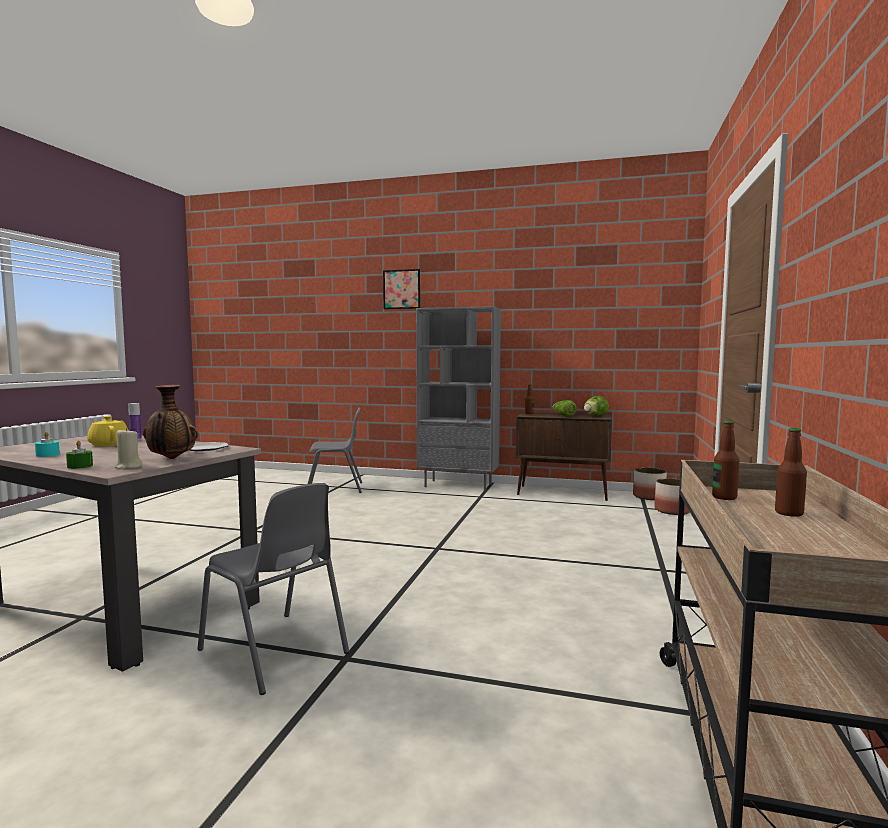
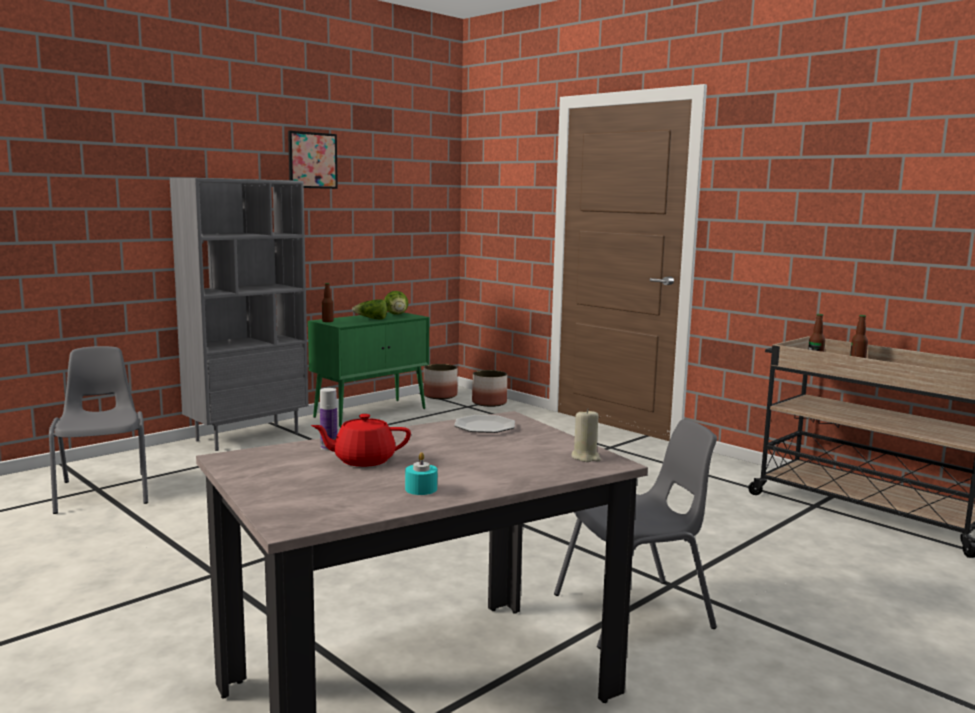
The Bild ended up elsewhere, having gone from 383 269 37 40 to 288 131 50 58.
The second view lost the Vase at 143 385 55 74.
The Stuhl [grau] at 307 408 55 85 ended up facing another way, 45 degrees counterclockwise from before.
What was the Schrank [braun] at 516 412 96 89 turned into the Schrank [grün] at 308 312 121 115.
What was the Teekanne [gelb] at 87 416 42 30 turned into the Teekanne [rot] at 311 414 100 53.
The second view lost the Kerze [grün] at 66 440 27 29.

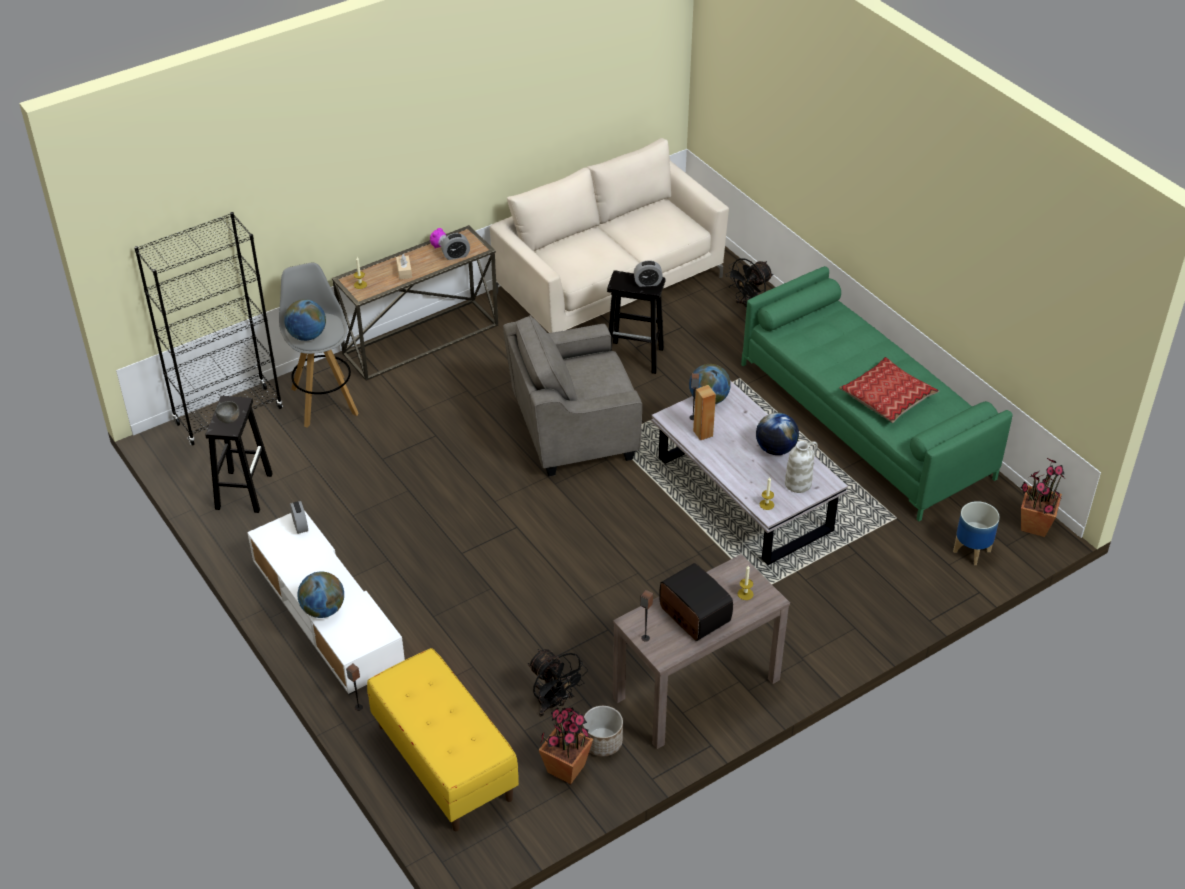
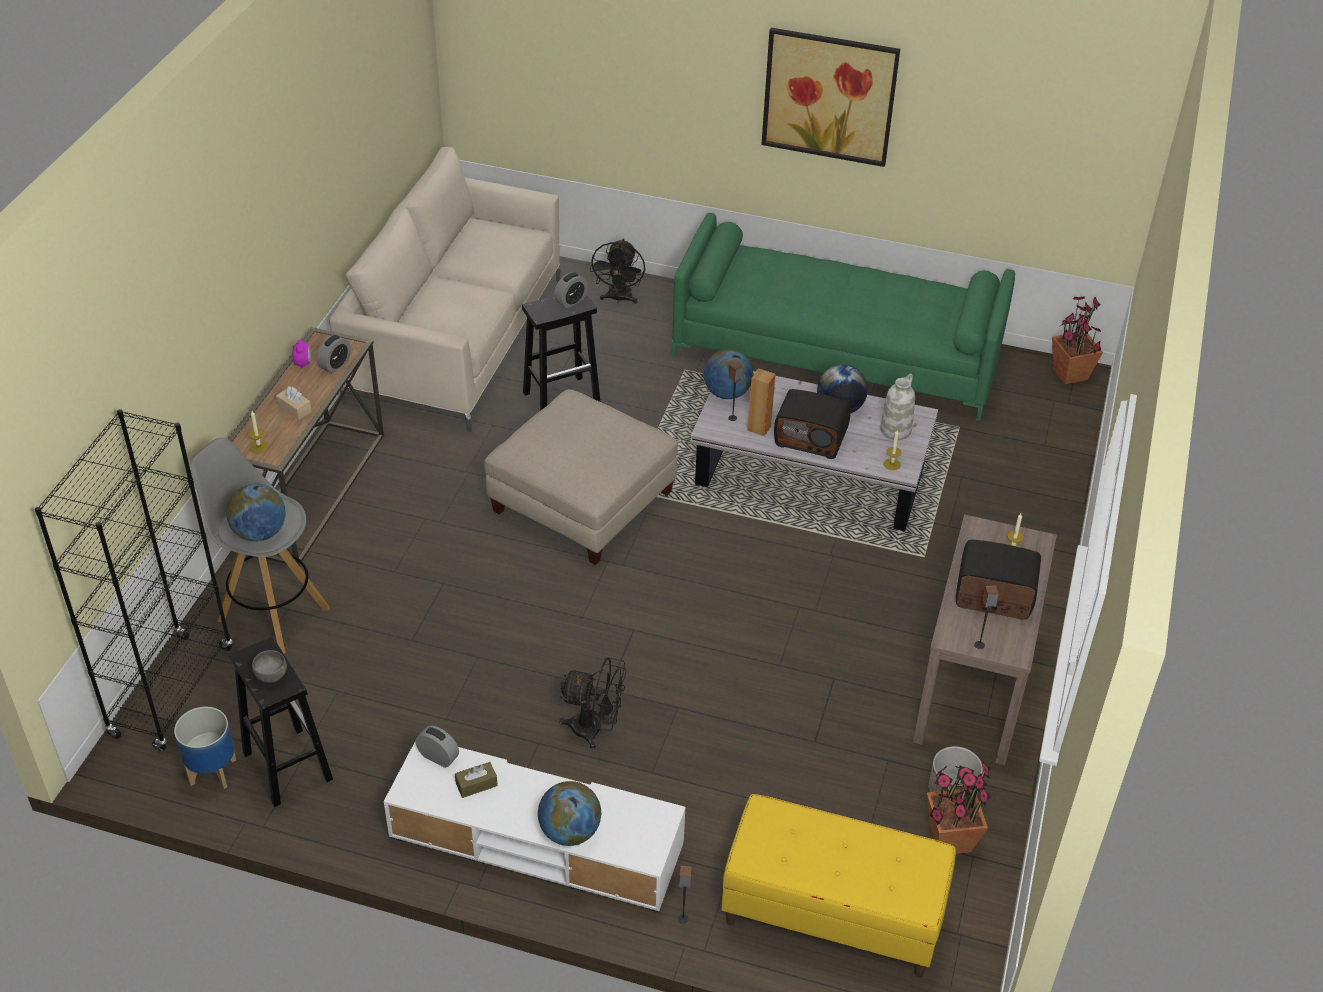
Where the Sessel [grau] stood at 503 315 139 162, the Polsterhocker [beige] came to stand at 484 389 194 176.
The second view lost the Kissen at 839 357 100 66.
The Pflanzkübel ended up elsewhere, having gone from 953 501 47 64 to 174 707 62 82.
The Ventilator [schwarz] ended up elsewhere, having gone from 528 649 60 68 to 559 657 68 93.
The second view gained the Bild at 761 28 139 139.
The second view gained the Radio at 774 389 77 70.
The second view gained the Taschentuchbox [braun] at 455 762 43 36.

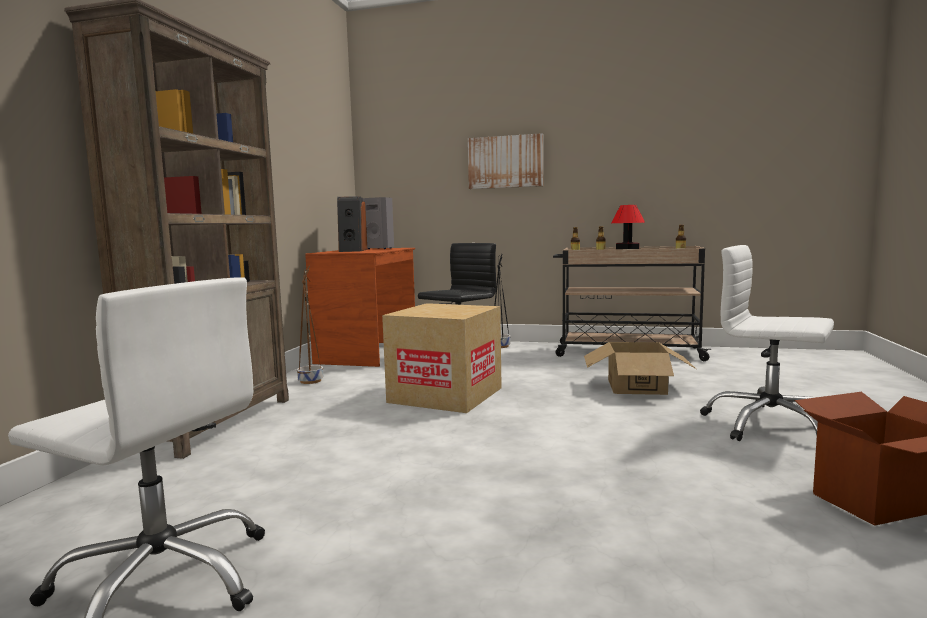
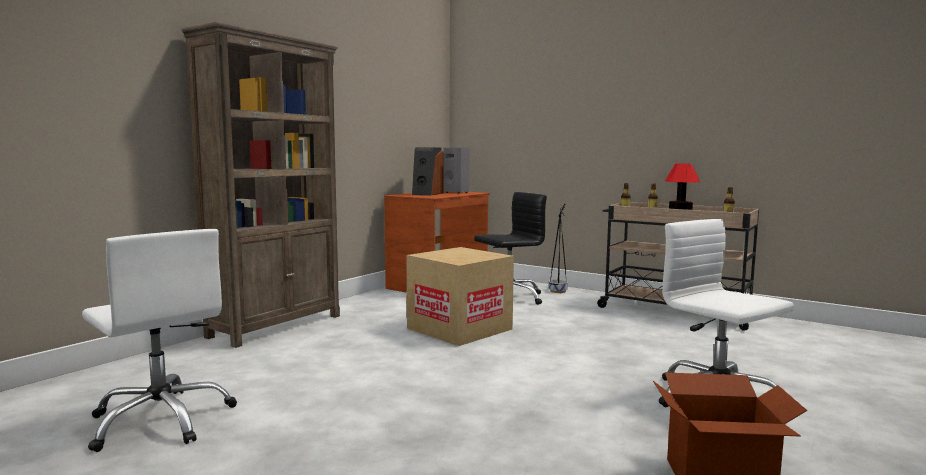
The second view lost the Bild at 468 133 75 56.
The second view lost the Pflanzkübel [braun] at 297 266 26 118.
The second view lost the Karton at 584 342 112 53.

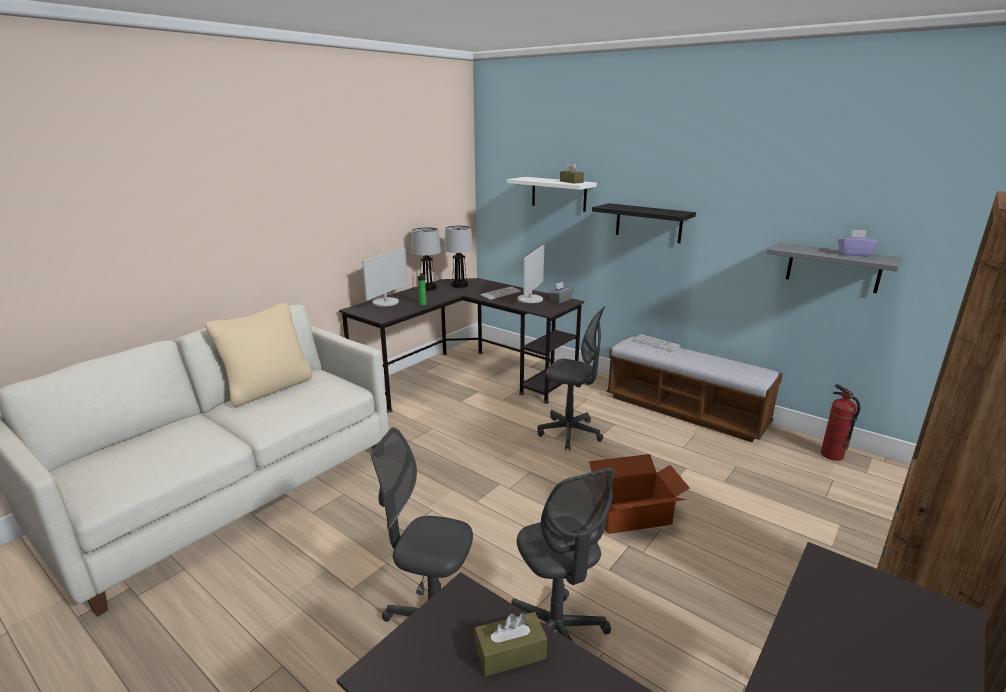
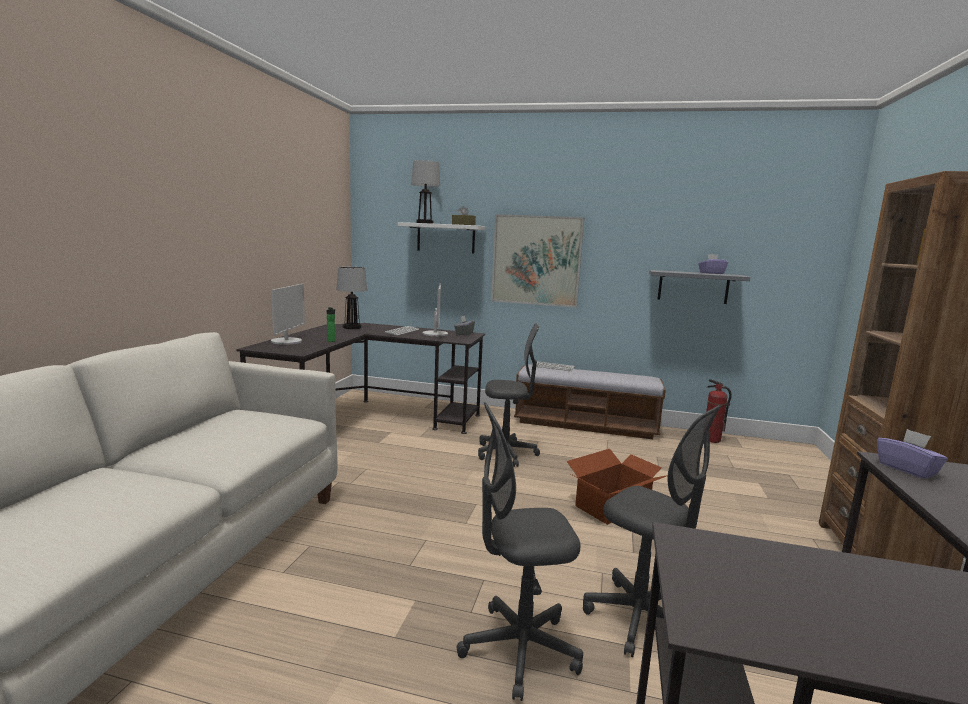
Where the Wandregal [schwarz] hung at 592 203 104 40, the Bild came to hang at 491 214 93 94.
The Tischlampe ended up elsewhere, having gone from 411 227 30 64 to 411 160 29 64.
The second view lost the Kissen [beige] at 205 303 107 104.
The second view lost the Taschentuchbox [braun] at 475 612 72 65.
The second view gained the Taschentuchbox [lila] at 877 429 71 50.

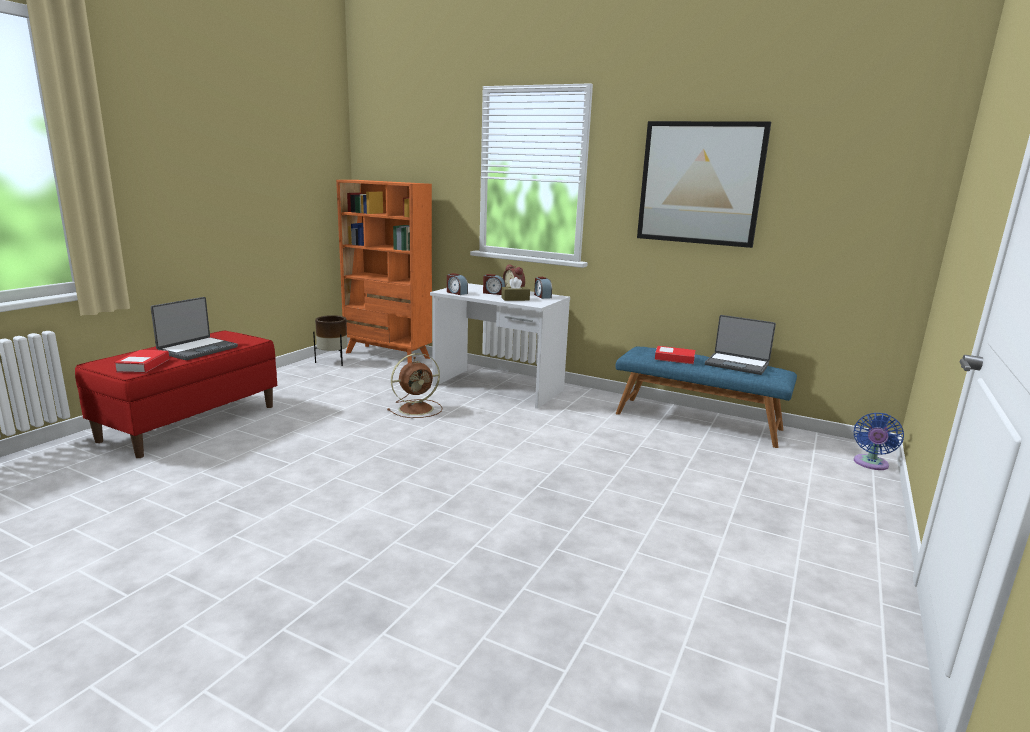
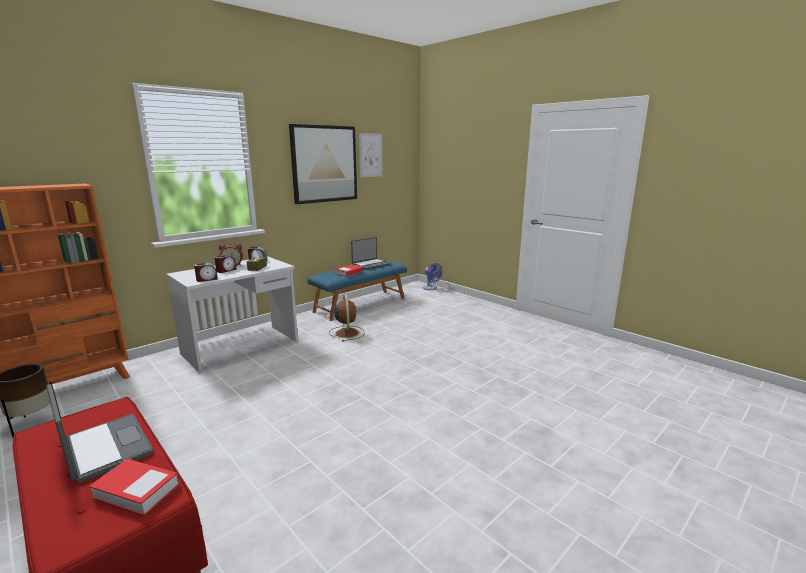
The Ventilator [braun] ended up elsewhere, having gone from 387 353 55 65 to 329 294 36 48.
The second view gained the Bild at 359 133 24 44.

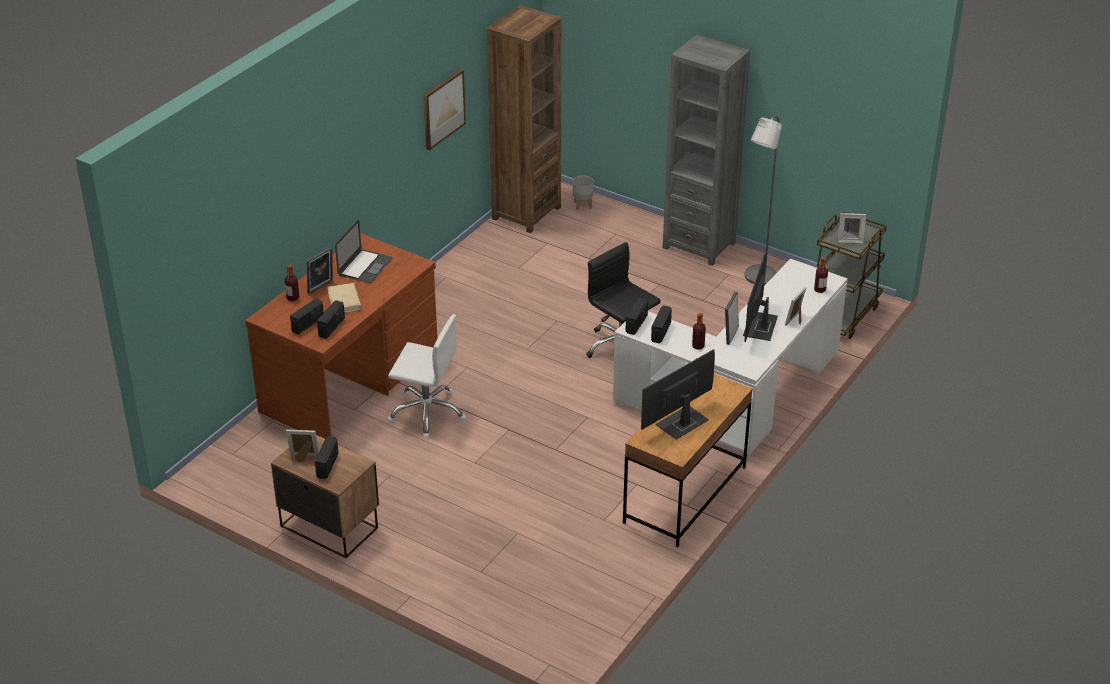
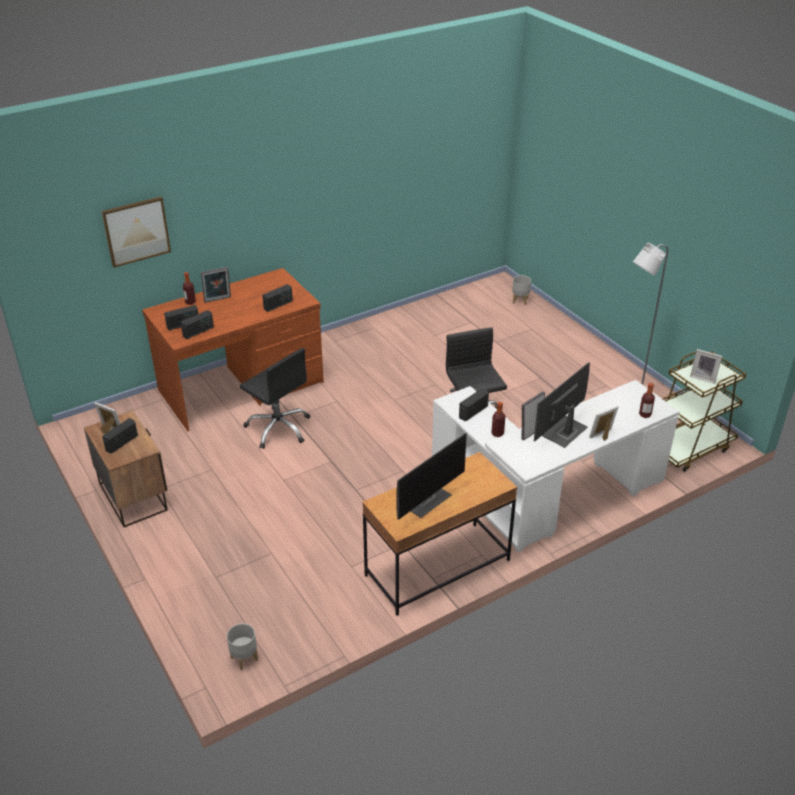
The second view lost the Bücherregal [braun] at 487 5 75 228.
The second view lost the Bücherregal [grau] at 663 35 87 231.
The Bild ended up elsewhere, having gone from 423 69 43 81 to 101 196 70 72.
The second view lost the Laptop at 335 220 58 63.
The second view lost the Buch [beige] at 327 283 35 30.
The Radio ended up elsewhere, having gone from 625 298 23 37 to 262 284 31 28.
What was the Bürostuhl [weiß] at 387 314 79 124 turned into the Bürostuhl [schwarz] at 240 348 70 101.
The Monitor at 641 349 74 90 ended up facing another way, 150 degrees clockwise from before.
The second view gained the Pflanzkübel [grau] at 227 624 31 46.

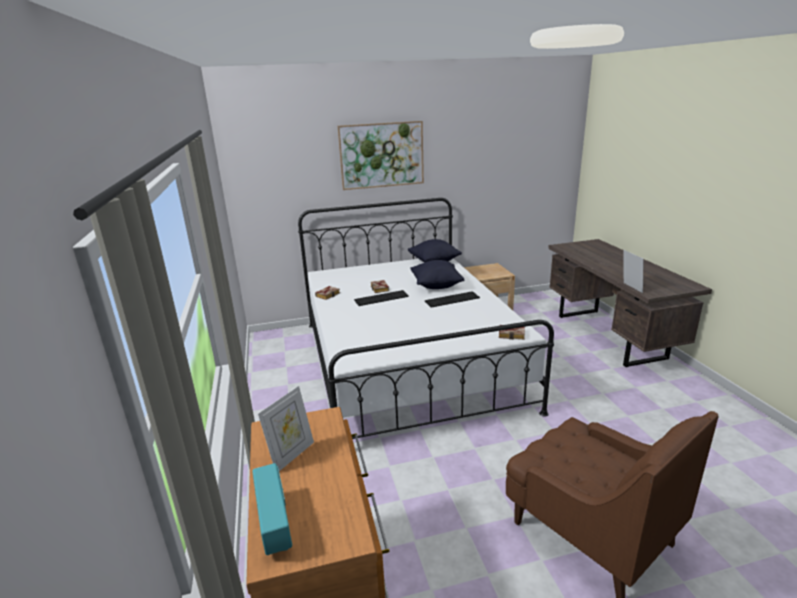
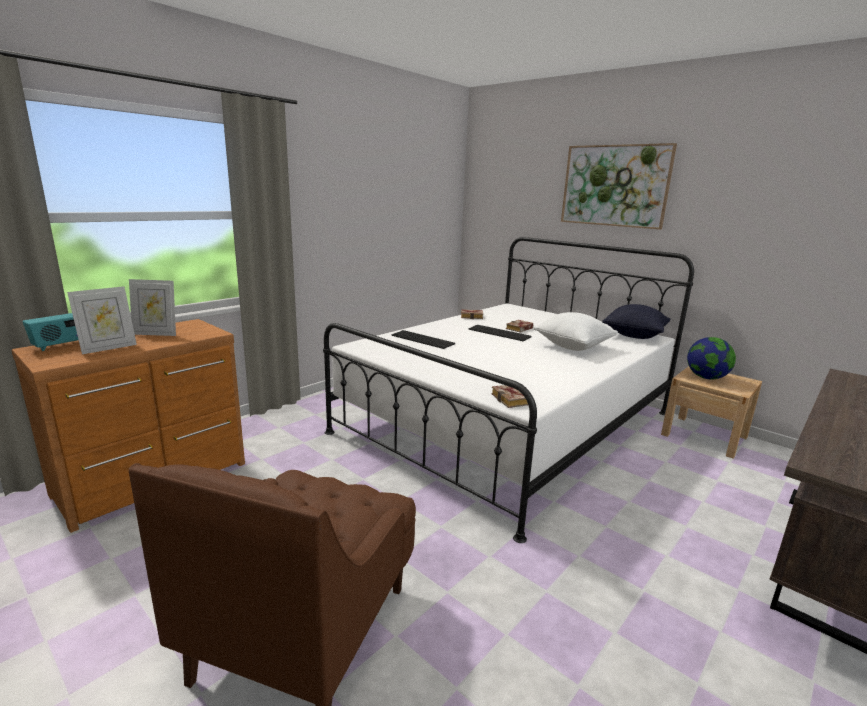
The Bilderrahmen ended up elsewhere, having gone from 624 250 20 43 to 67 286 70 68.
What was the Kissen [schwarz] at 410 260 54 29 turned into the Kissen [weiß] at 533 312 85 39.
The Tastatur ended up elsewhere, having gone from 425 291 55 17 to 391 330 64 19.
The second view gained the Globus at 687 337 49 43.

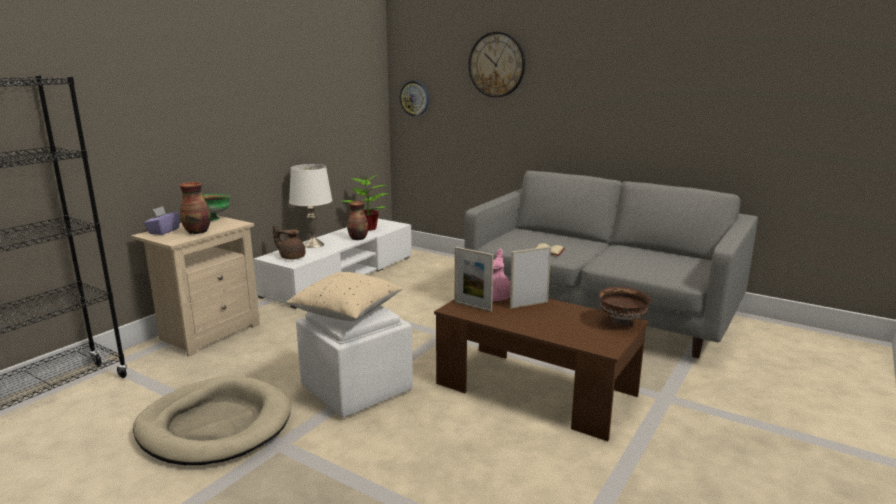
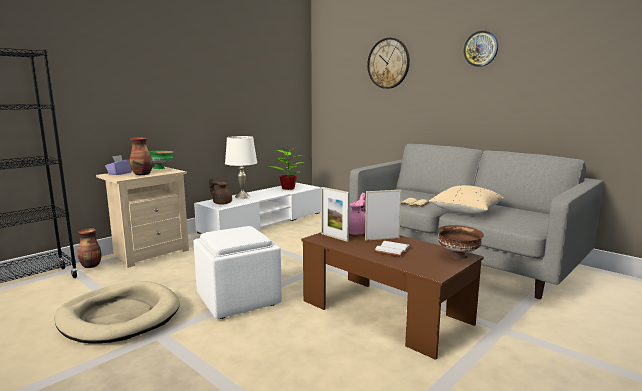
The Wanduhr ended up elsewhere, having gone from 400 81 29 35 to 464 30 34 37.
The Vase ended up elsewhere, having gone from 347 201 21 39 to 77 229 24 39.
The Kissen [beige] ended up elsewhere, having gone from 286 272 117 49 to 429 185 76 29.
The second view gained the Buch [weiß] at 374 241 37 16.

